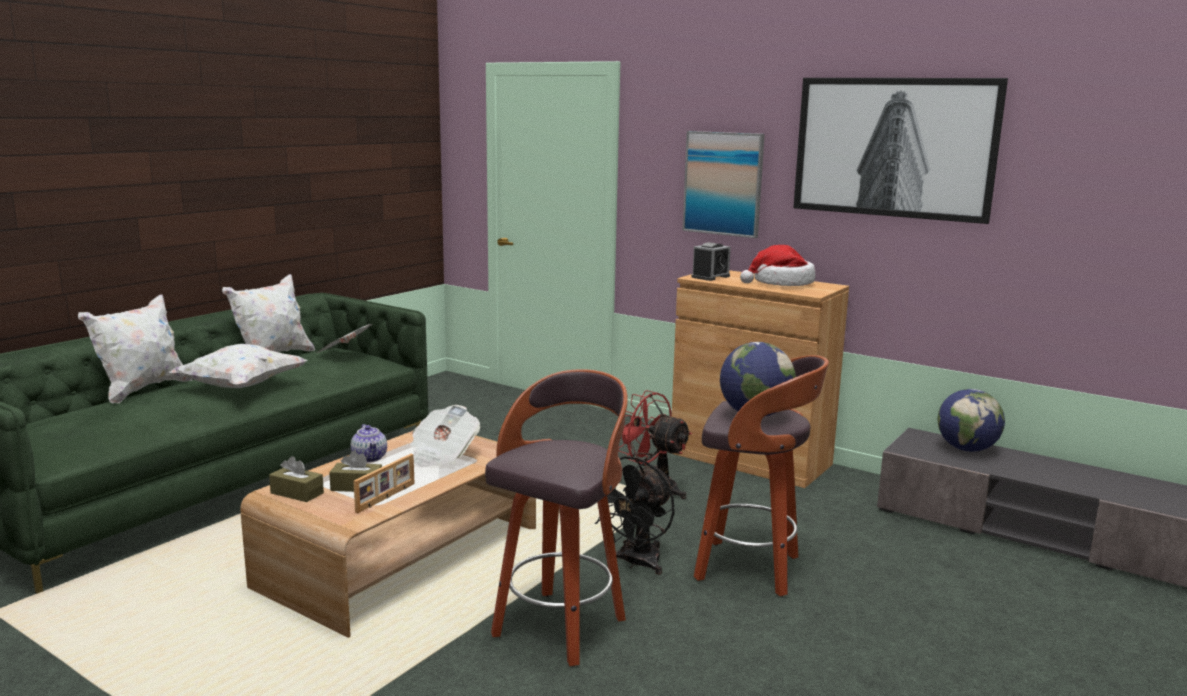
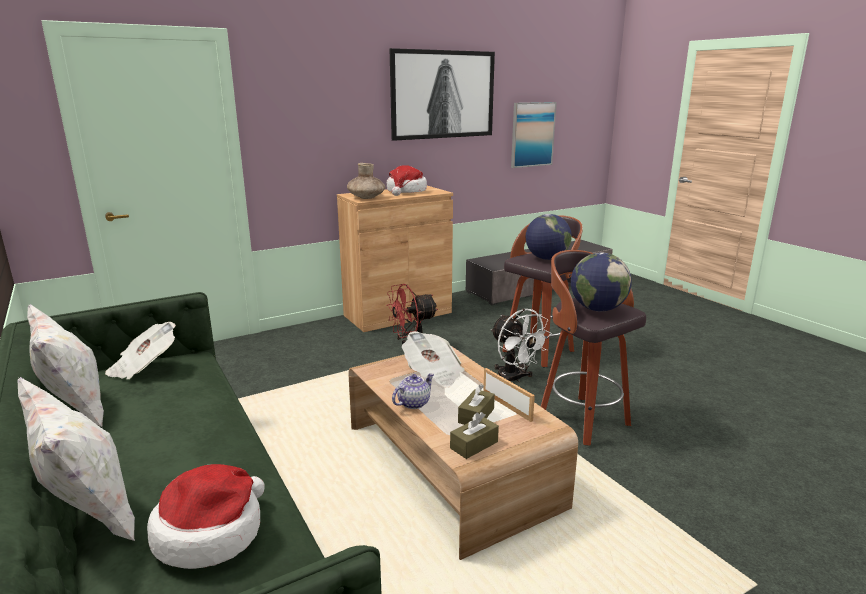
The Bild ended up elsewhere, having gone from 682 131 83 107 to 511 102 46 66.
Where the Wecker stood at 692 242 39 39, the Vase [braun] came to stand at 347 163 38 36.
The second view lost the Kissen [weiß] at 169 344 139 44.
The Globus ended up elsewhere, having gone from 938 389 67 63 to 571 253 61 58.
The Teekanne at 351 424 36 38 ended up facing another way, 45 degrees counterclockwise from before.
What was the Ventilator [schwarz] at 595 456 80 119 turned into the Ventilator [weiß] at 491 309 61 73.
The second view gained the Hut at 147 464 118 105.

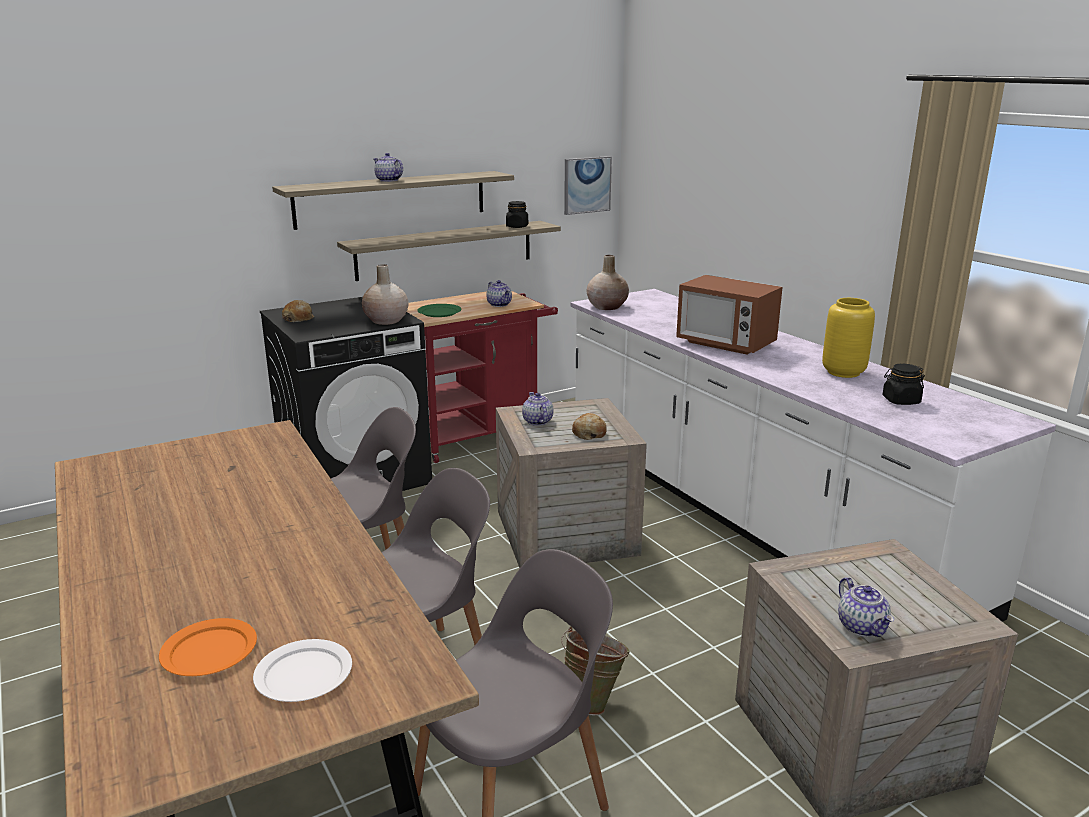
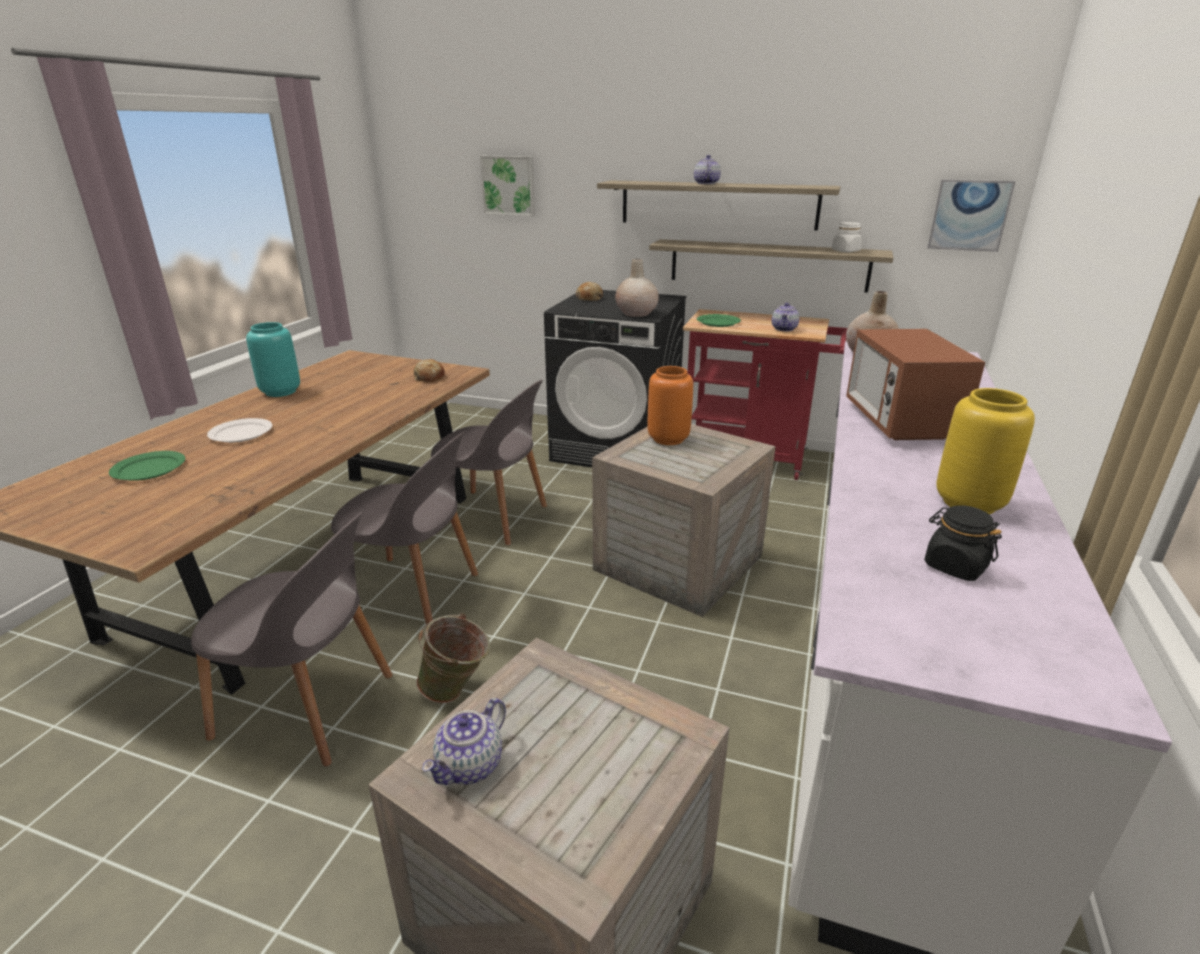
What was the Vorratsglas [schwarz] at 506 201 22 27 turned into the Vorratsglas [weiß] at 832 222 30 30.
Where the Teekanne stood at 522 392 32 34, the Vase [orange] came to stand at 648 366 45 79.
The Brot ended up elsewhere, having gone from 572 413 34 27 to 414 359 31 24.
What was the Teller [orange] at 159 618 98 58 turned into the Teller [grün] at 109 451 76 30.
The Teller [weiß] ended up elsewhere, having gone from 253 639 99 63 to 207 418 65 25.
The second view gained the Bild at 480 156 55 60.
The second view gained the Vase [türkis] at 246 322 54 75.

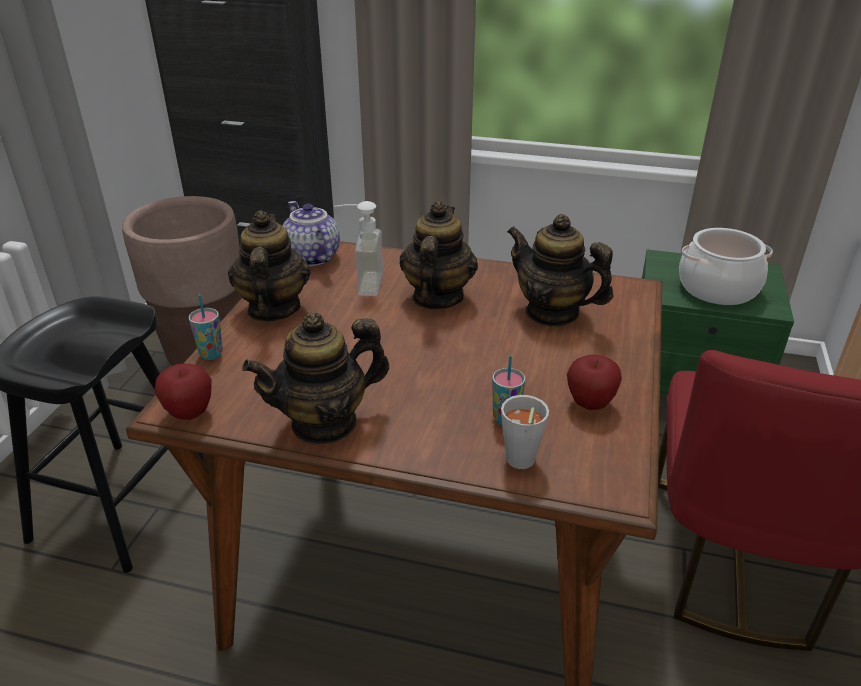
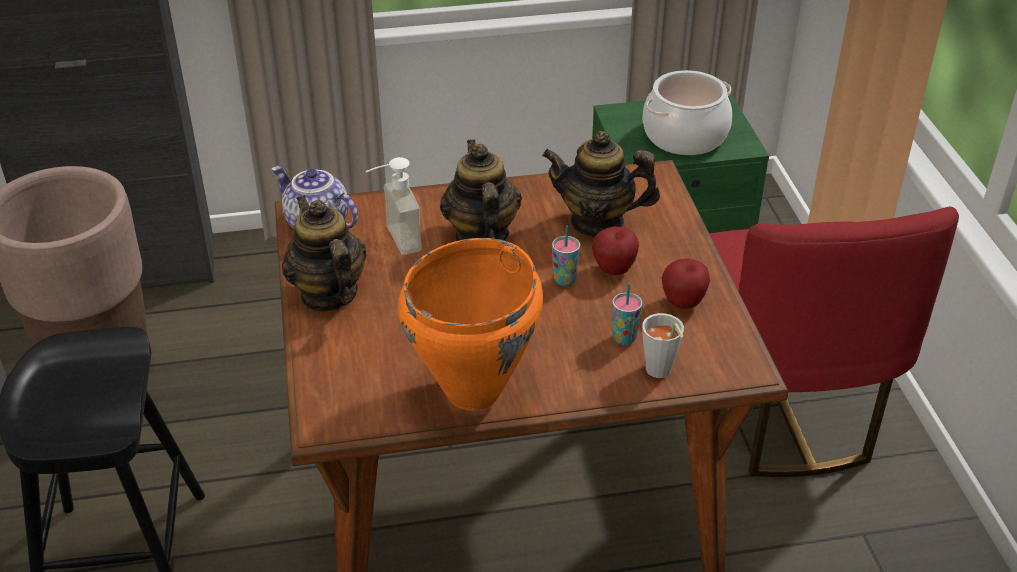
The Tasse ended up elsewhere, having gone from 188 295 35 65 to 552 225 28 61.
Where the Teekanne stood at 242 312 147 133, the Kochtopf [orange] came to stand at 398 238 145 173.
The Apfel ended up elsewhere, having gone from 154 363 58 57 to 592 226 47 49.

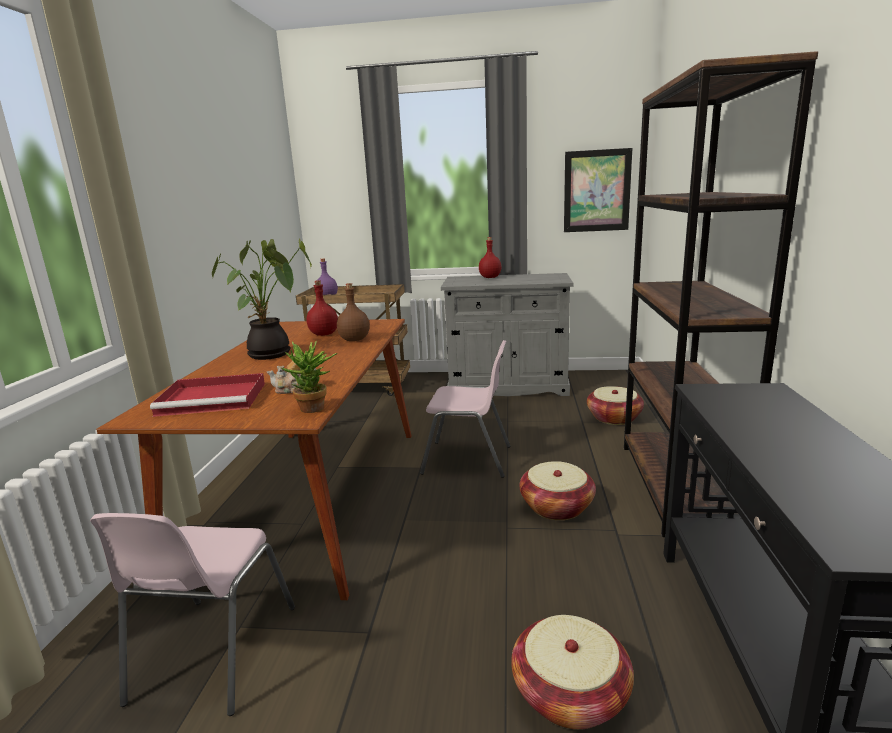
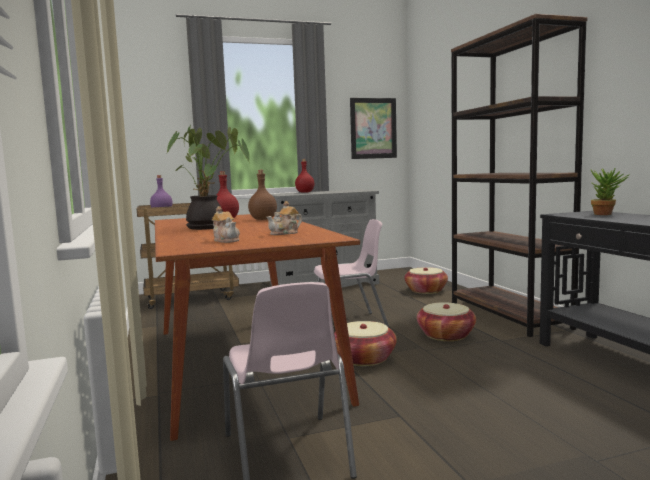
The Topfpflanze ended up elsewhere, having gone from 282 341 56 72 to 590 167 40 48.
Where the Tablett [rot] stood at 150 373 115 44, the Teekanne came to stand at 212 206 28 37.
The Korb ended up elsewhere, having gone from 511 615 123 115 to 334 321 63 45.

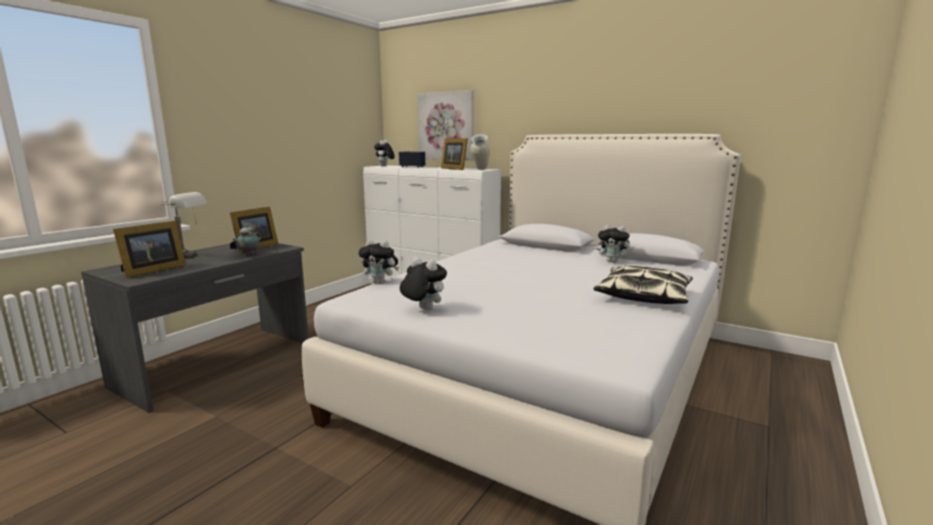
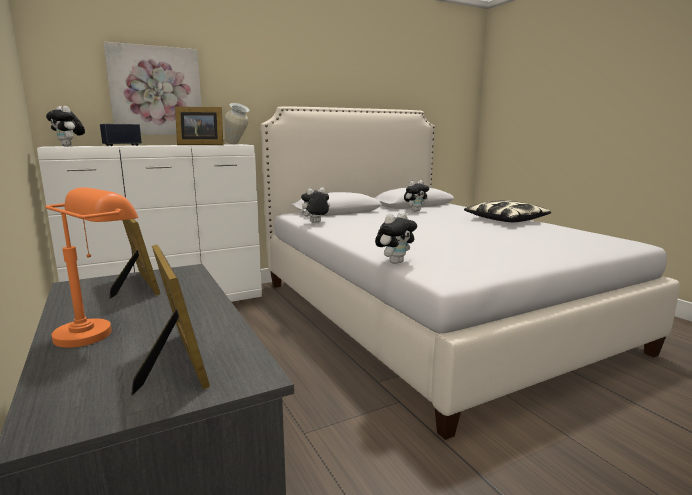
What was the Tischlampe [grau] at 159 192 48 66 turned into the Tischlampe [orange] at 45 187 93 161.
The second view lost the Teekanne at 232 225 29 31.
The Plüschtier ended up elsewhere, having gone from 400 258 47 52 to 299 187 31 36.

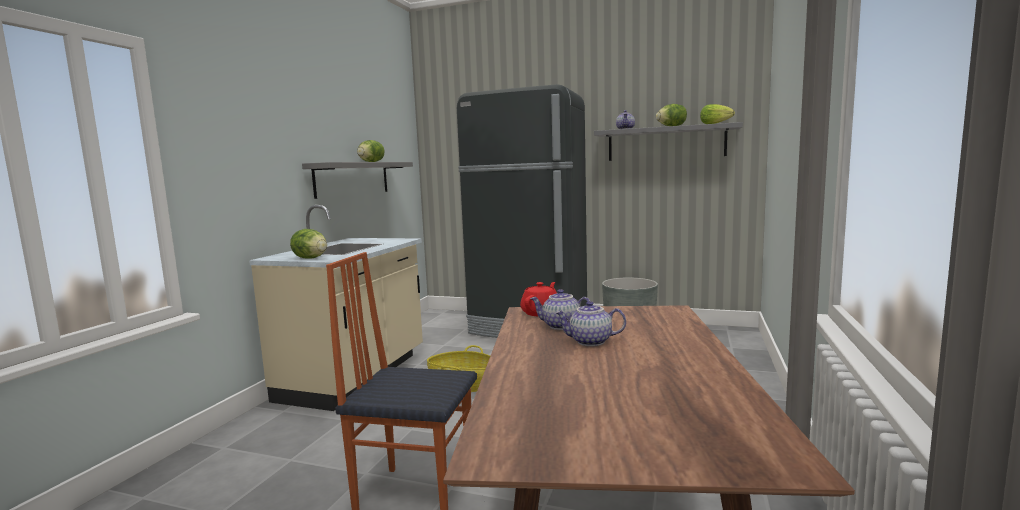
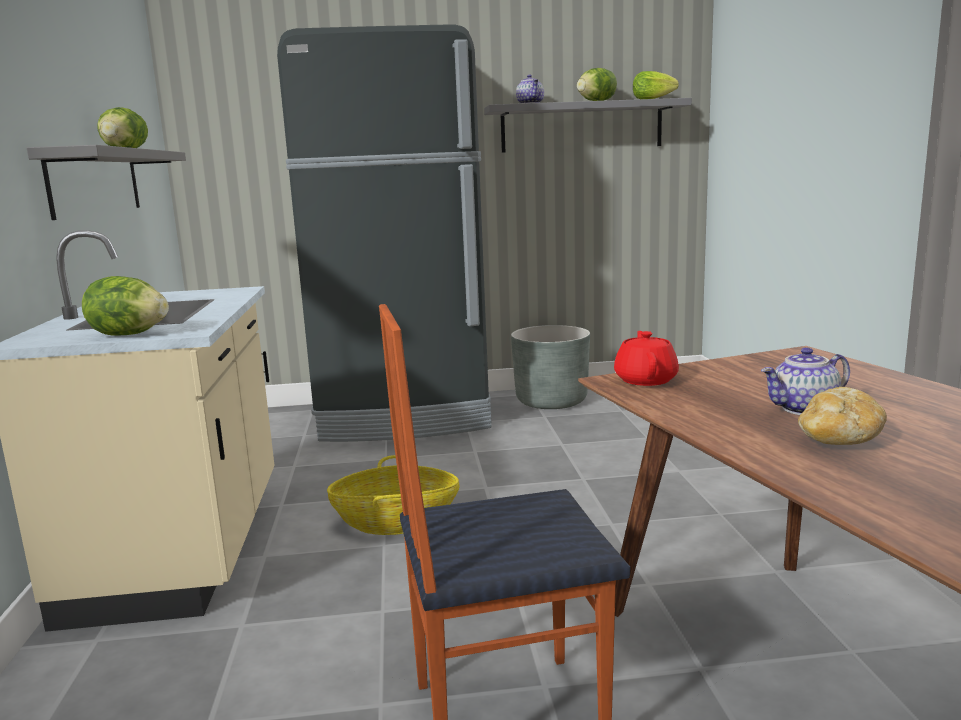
The second view lost the Teekanne at 530 289 60 41.
The second view gained the Brot at 798 387 89 58.

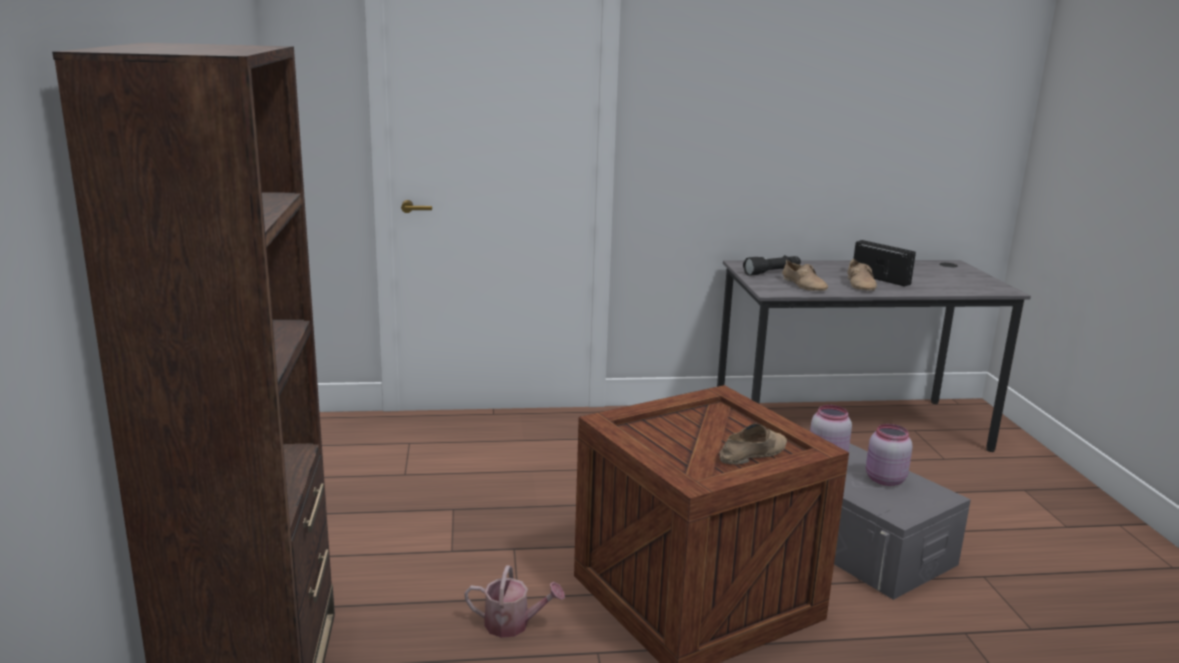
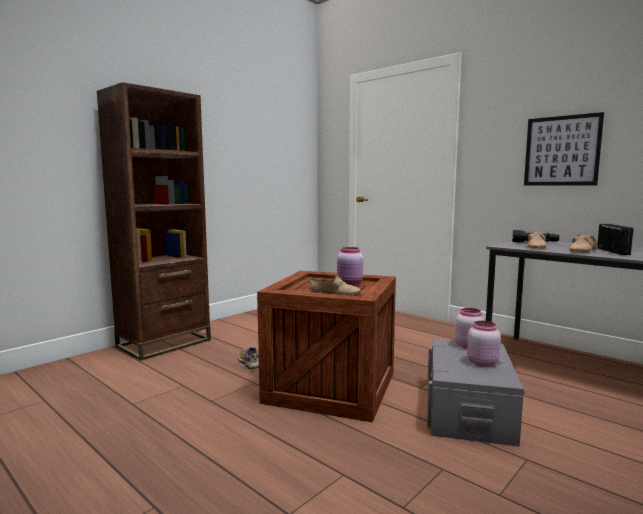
Where the Gießkanne stood at 464 565 101 73, the Schuh came to stand at 238 347 21 23.
The second view gained the Bild at 524 112 80 74.
The second view gained the Vorratsglas [rosa] at 337 247 27 38.

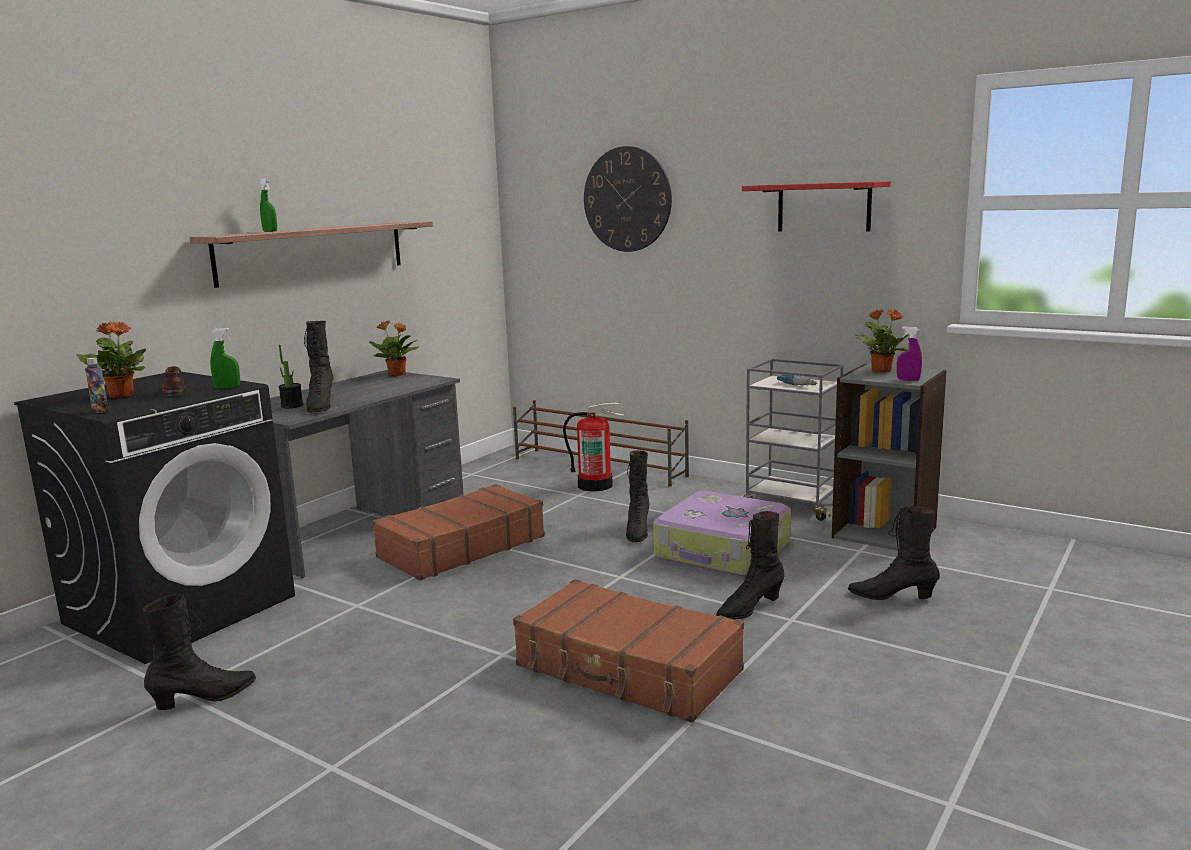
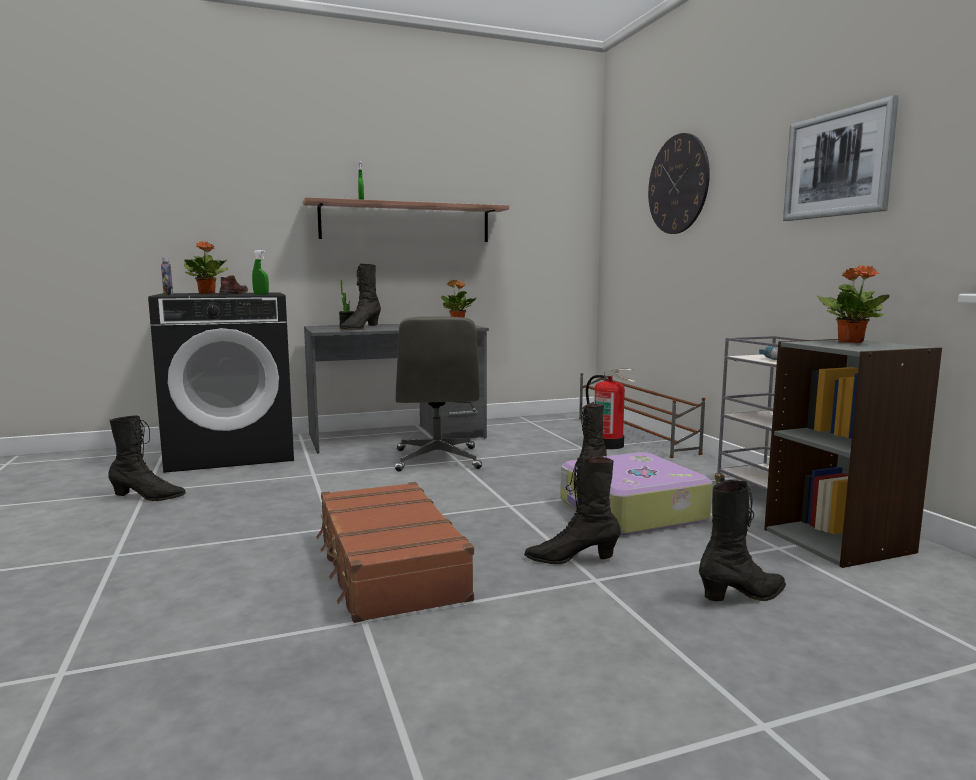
Where the Wandregal [rot] hung at 742 181 149 50, the Bild came to hang at 783 95 116 126.
The second view lost the Sprühflasche [lila] at 897 326 25 55.
Where the Koffer [braun] stood at 372 484 173 97, the Bürostuhl [grau] came to stand at 395 316 87 155.
The Stiefel [schwarz] at 848 506 92 94 ended up facing another way, 105 degrees clockwise from before.

